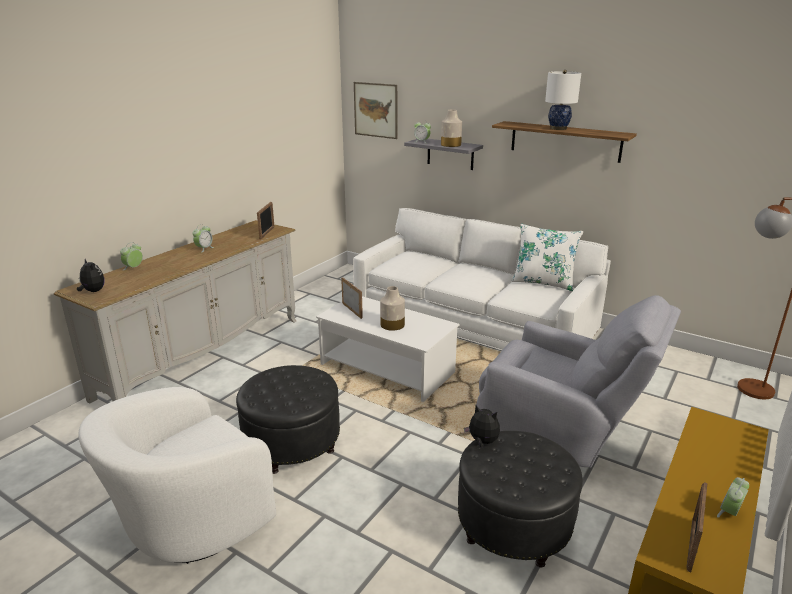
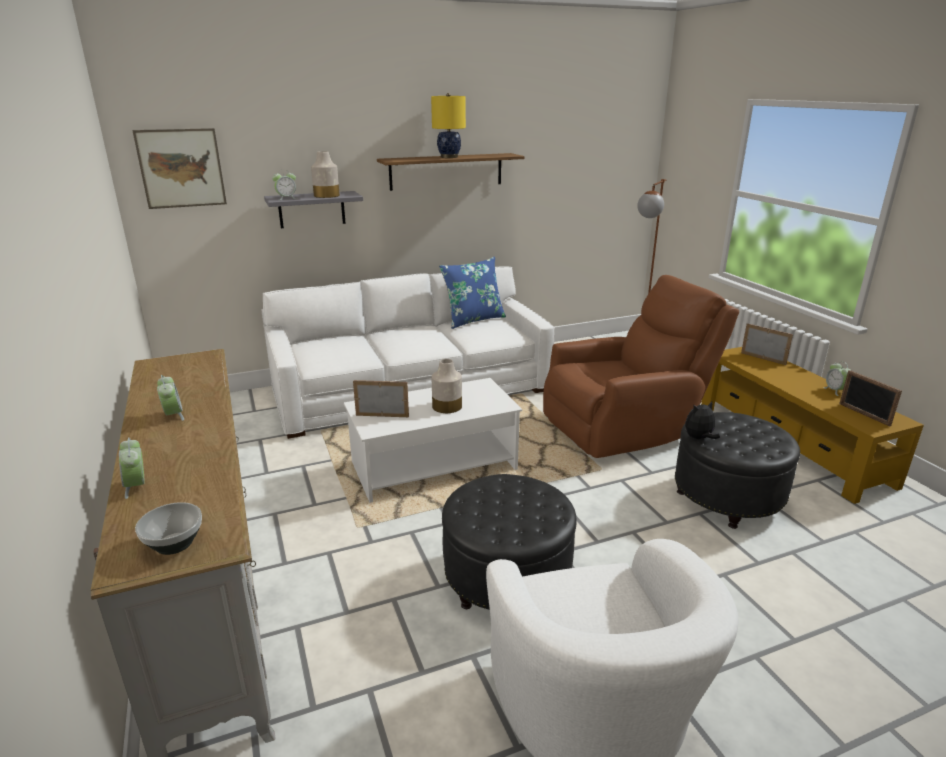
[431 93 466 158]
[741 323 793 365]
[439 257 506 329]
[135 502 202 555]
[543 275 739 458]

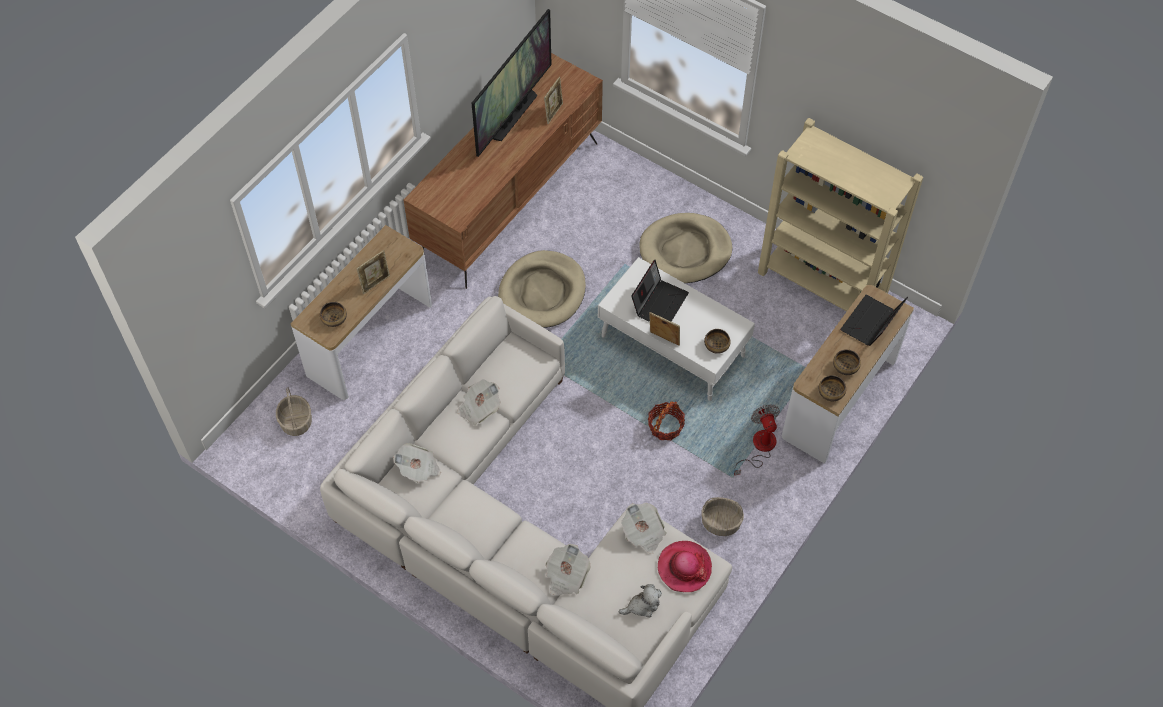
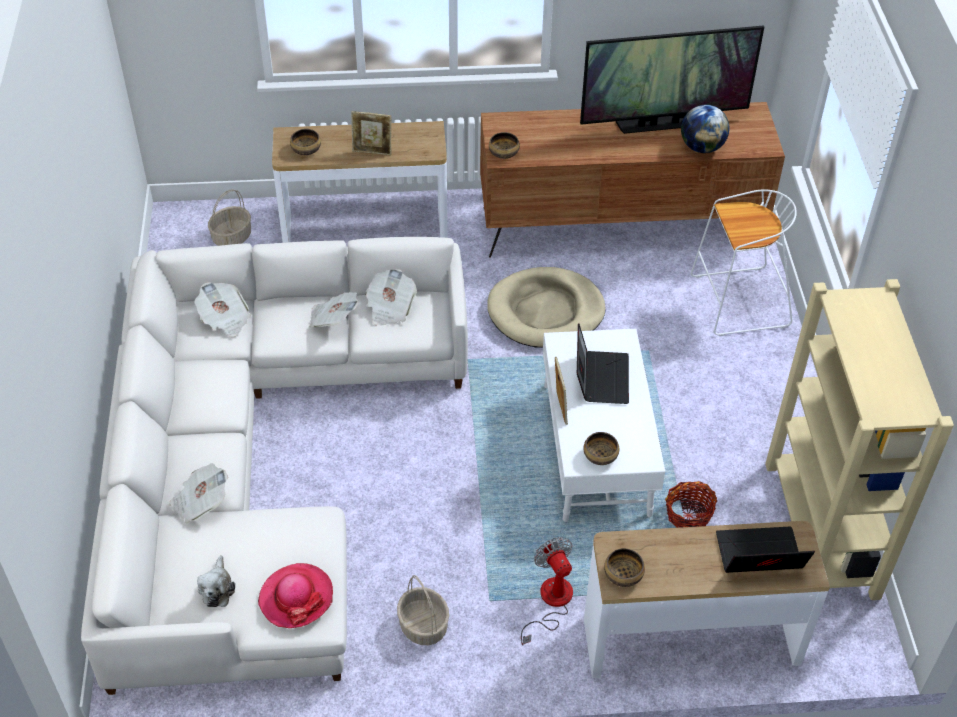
[681 105 729 153]
[639 213 732 283] (first image)
[577 324 629 404]
[489 132 520 159]
[665 481 717 528]
[521 537 573 646]
[365 269 417 326]
[197 555 235 607]
[691 189 797 336]

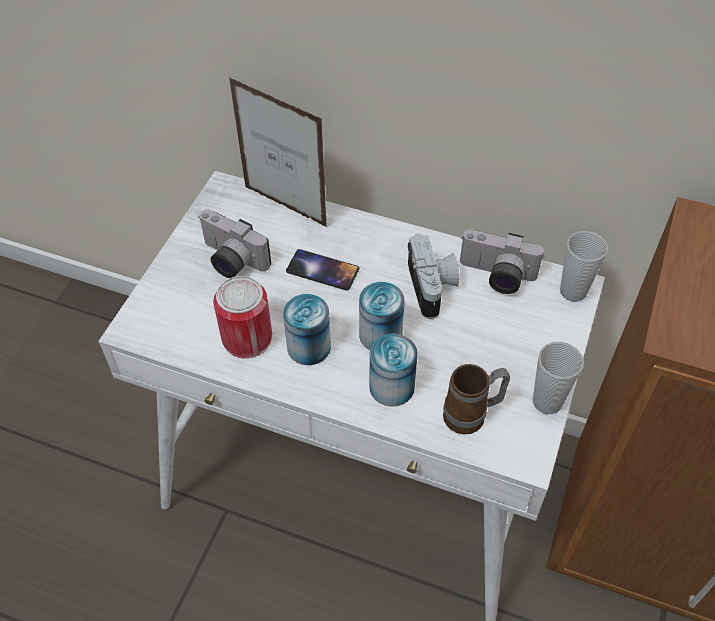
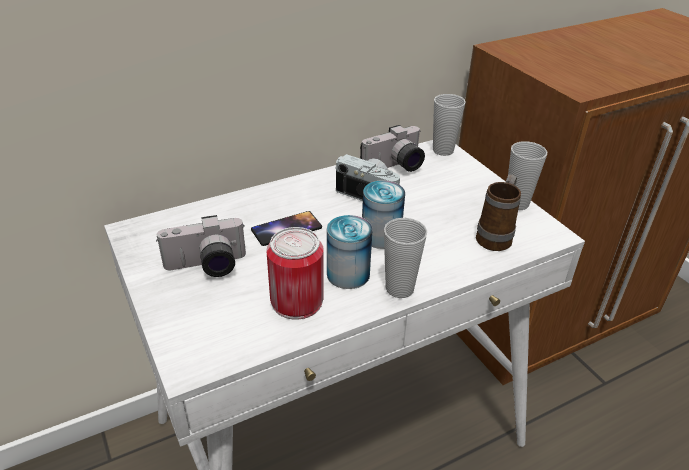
[229 77 327 227] (first image)
[369 334 418 407] (first image)
[384 218 428 298]

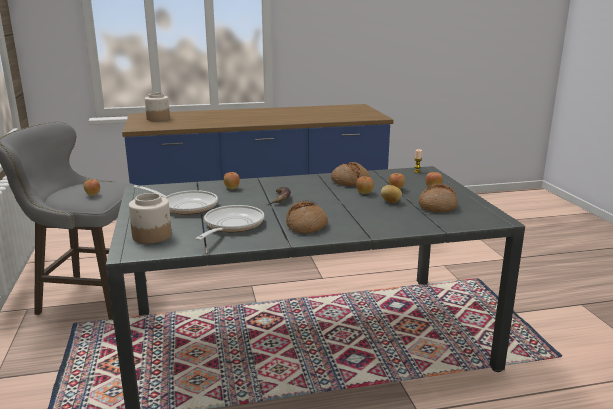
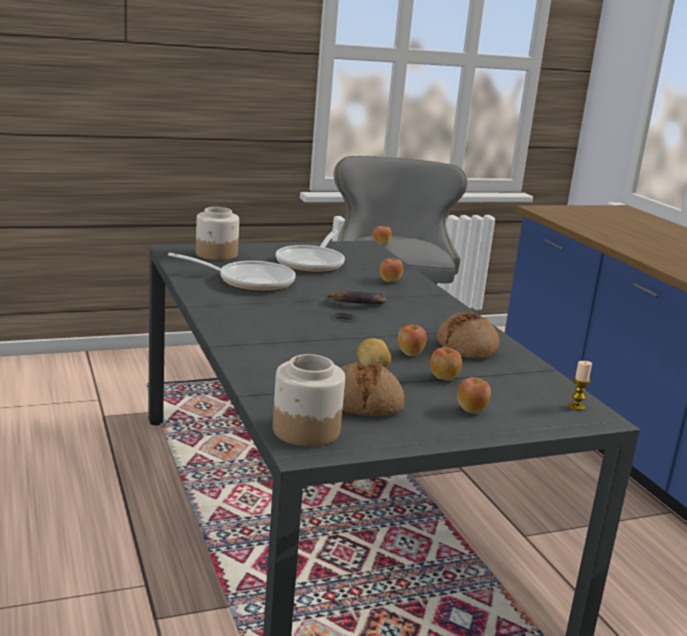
[273 354 345 447]
[286 201 328 234] (first image)

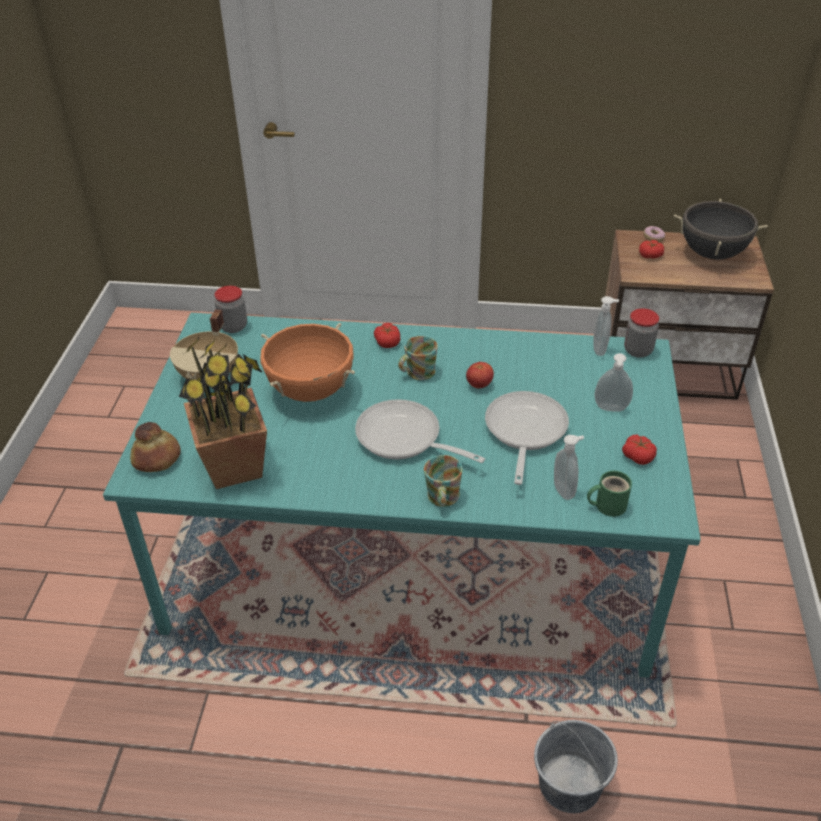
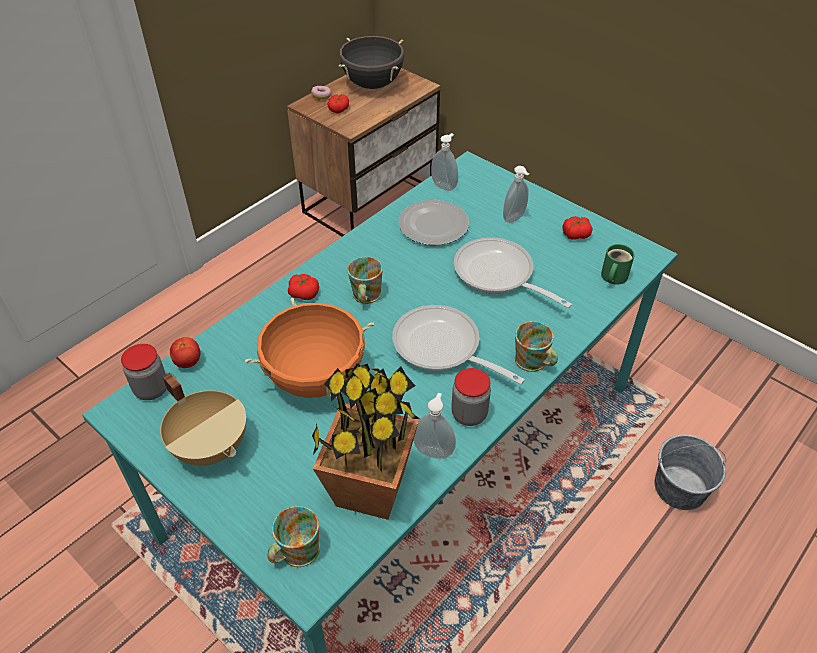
[451 368 491 426]
[170 337 201 368]
[392 305 525 385]
[267 506 320 567]
[413 393 456 459]
[398 200 469 245]

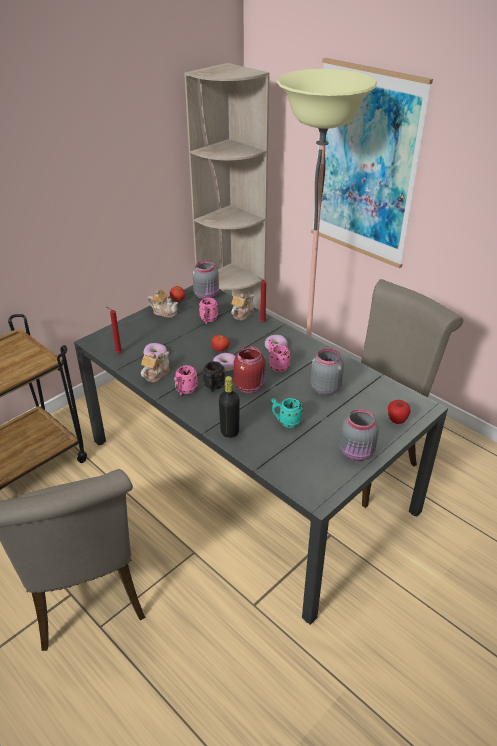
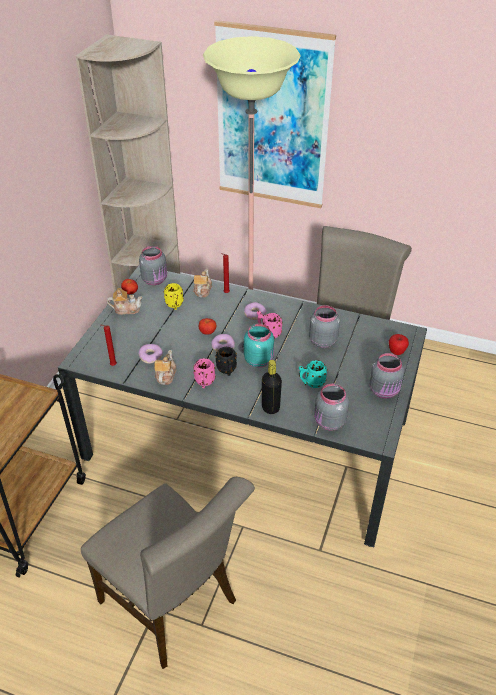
[164 283 184 310]
[244 324 274 368]
[314 383 349 431]

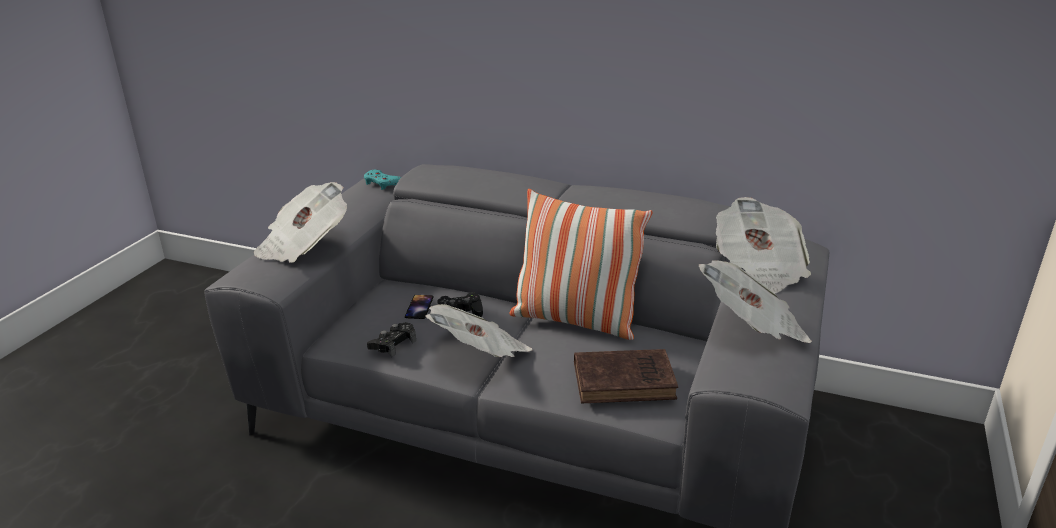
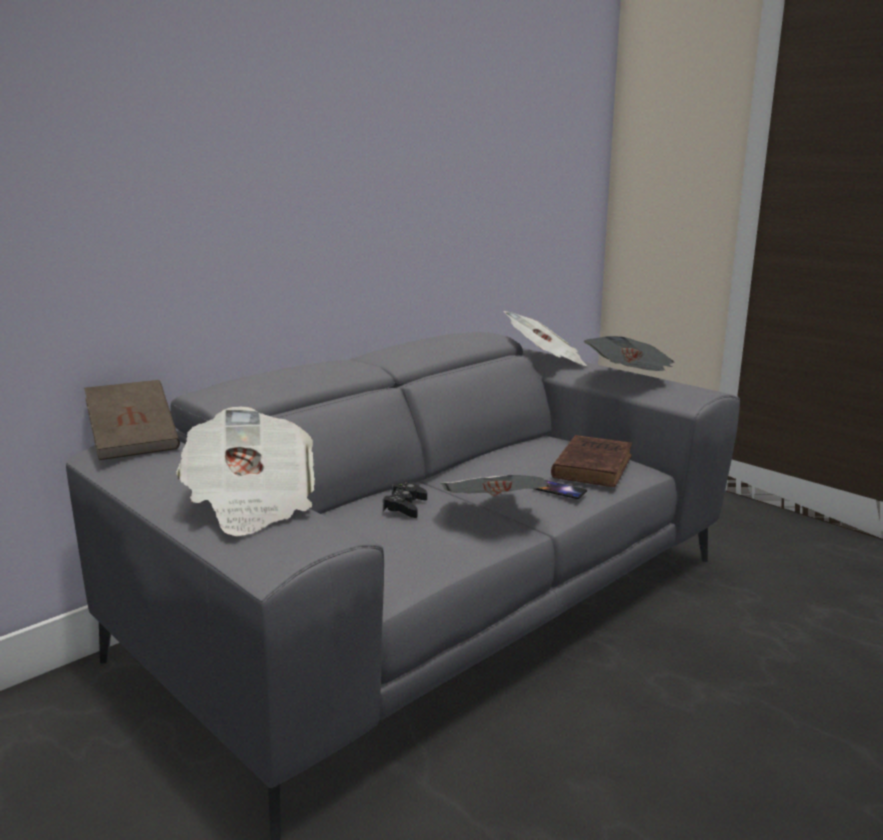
[84 380 180 460]
[509 189 653 340] (first image)
[535 480 587 499]
[367 322 416 357] (first image)

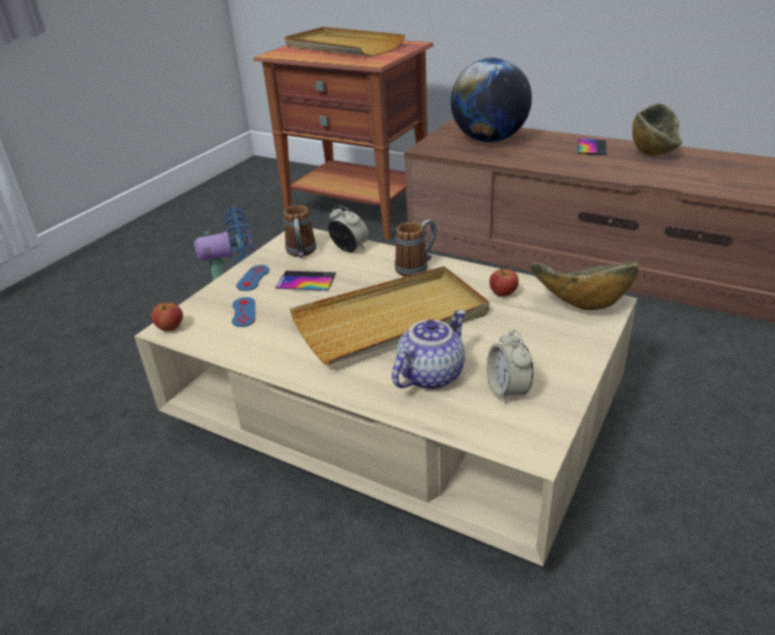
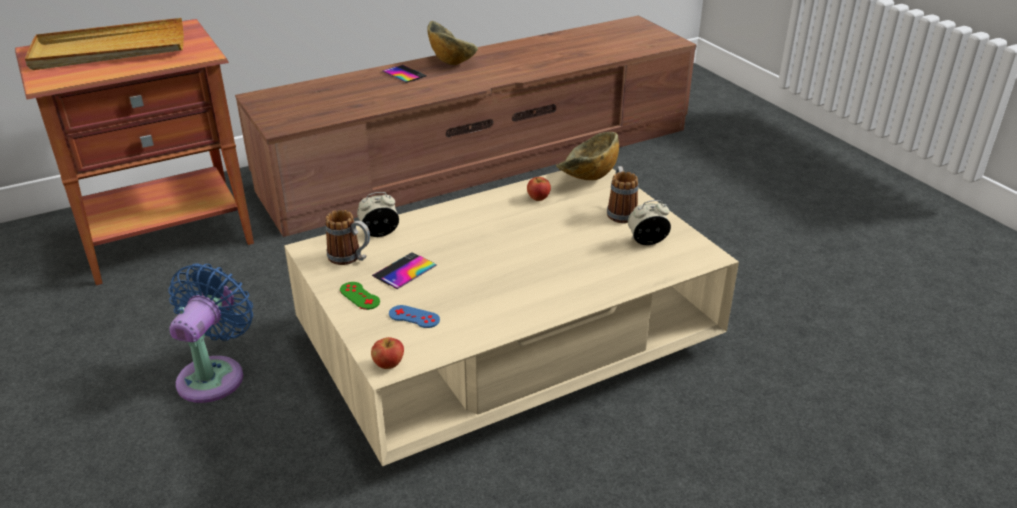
[451 58 532 142] (first image)
[607 166 638 223]
[340 282 380 310]
[290 266 489 365] (first image)
[392 310 466 390] (first image)
[628 200 671 245]

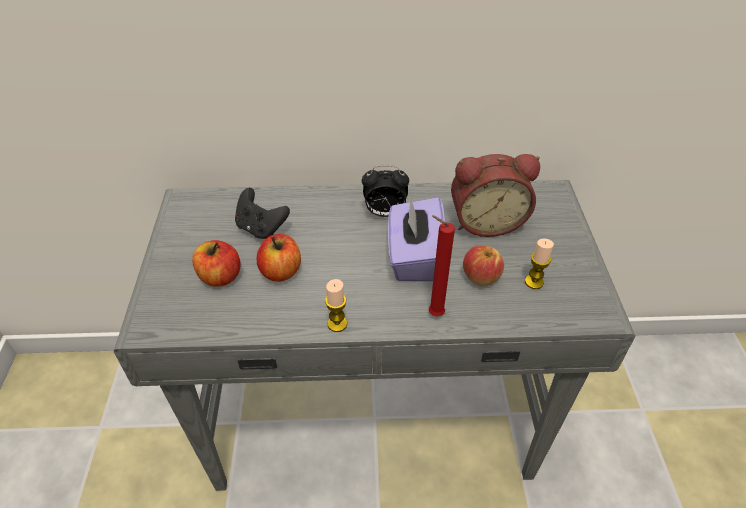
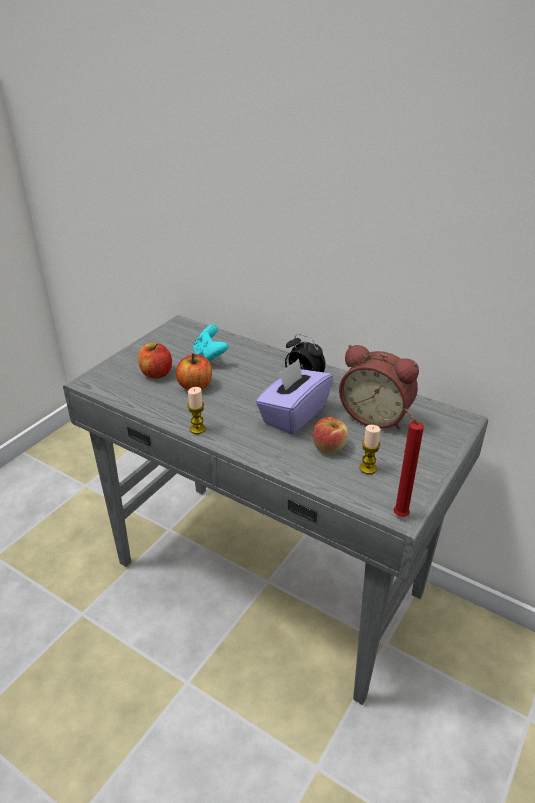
[193 325 228 363]
[394 408 424 517]

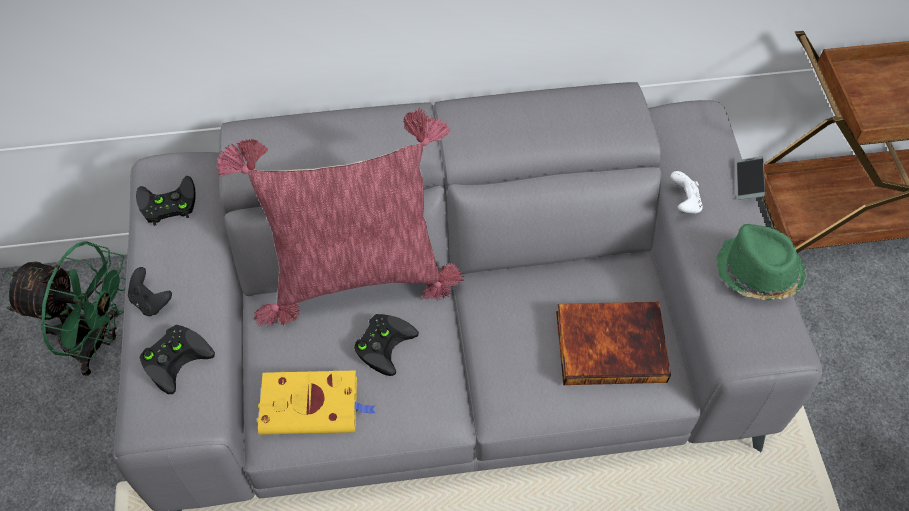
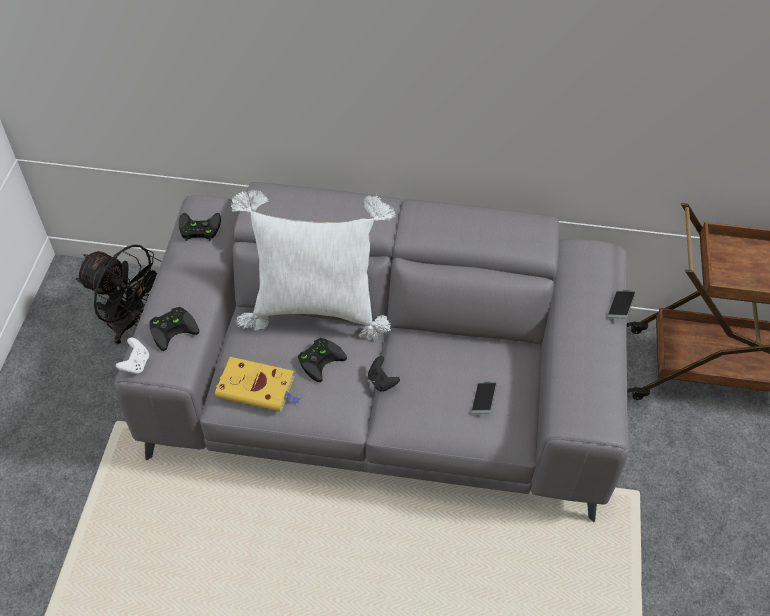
[231 190 396 340]
[116 338 149 374]
[716 224 806 301] (first image)
[76 245 162 345]
[368 356 400 392]
[471 381 497 414]

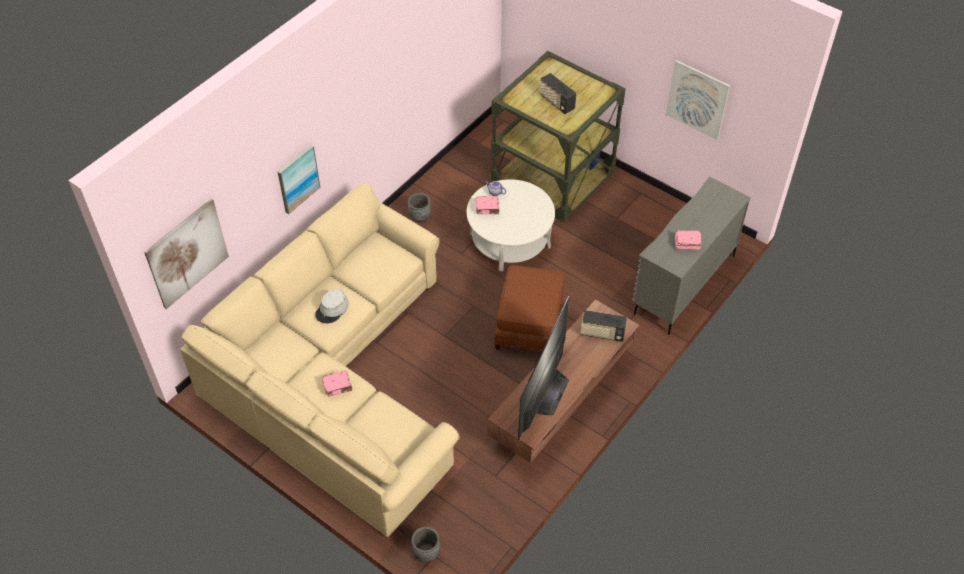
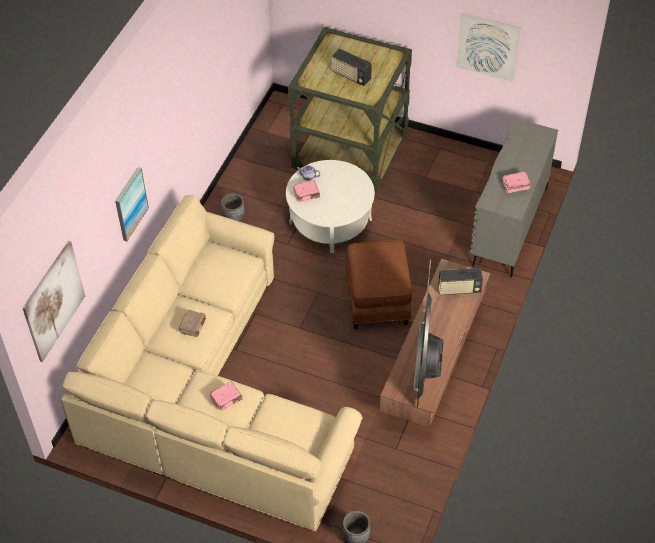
[179 310 206 337]

